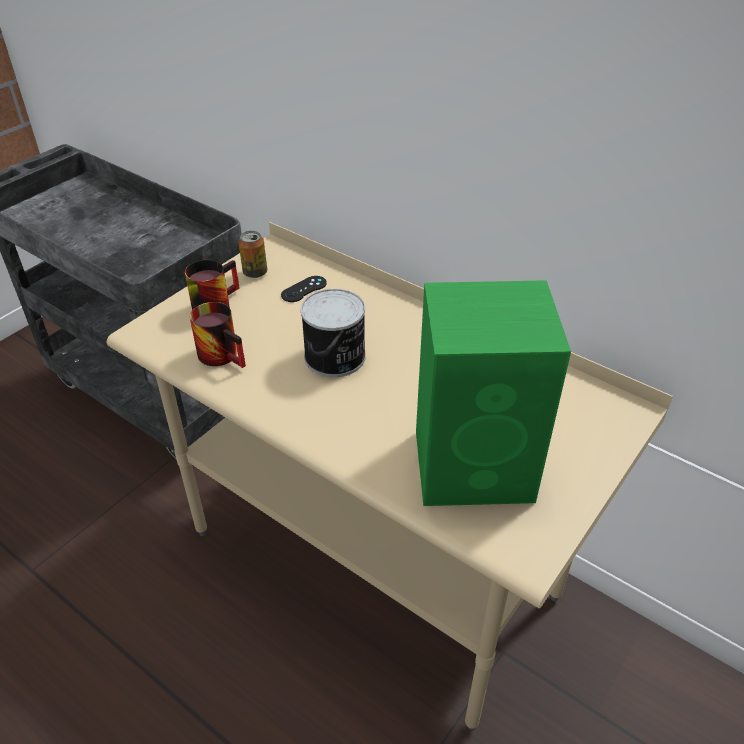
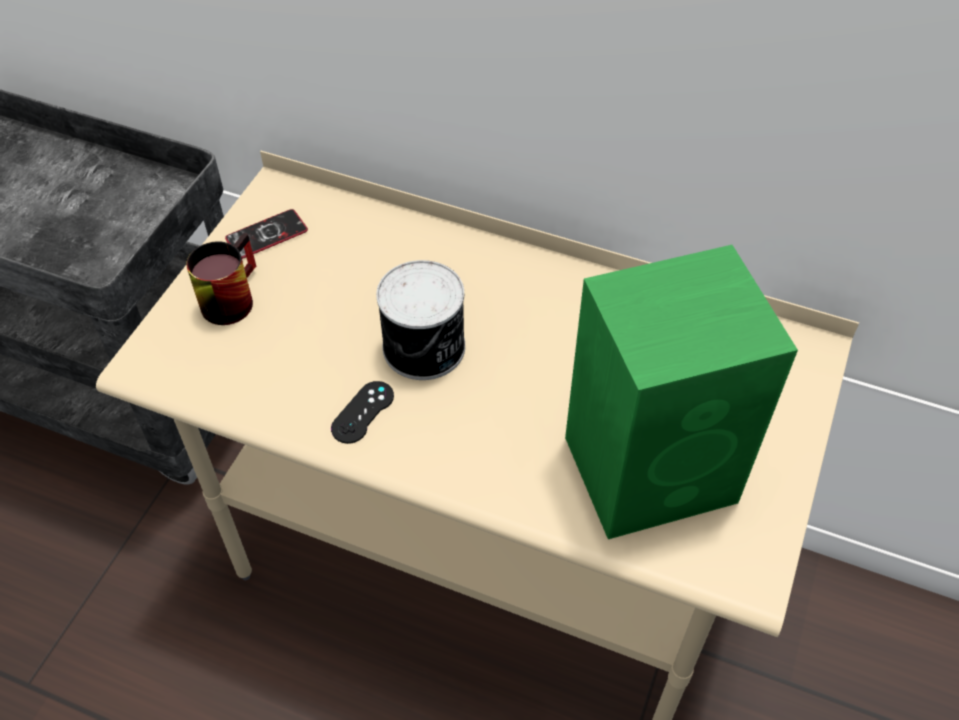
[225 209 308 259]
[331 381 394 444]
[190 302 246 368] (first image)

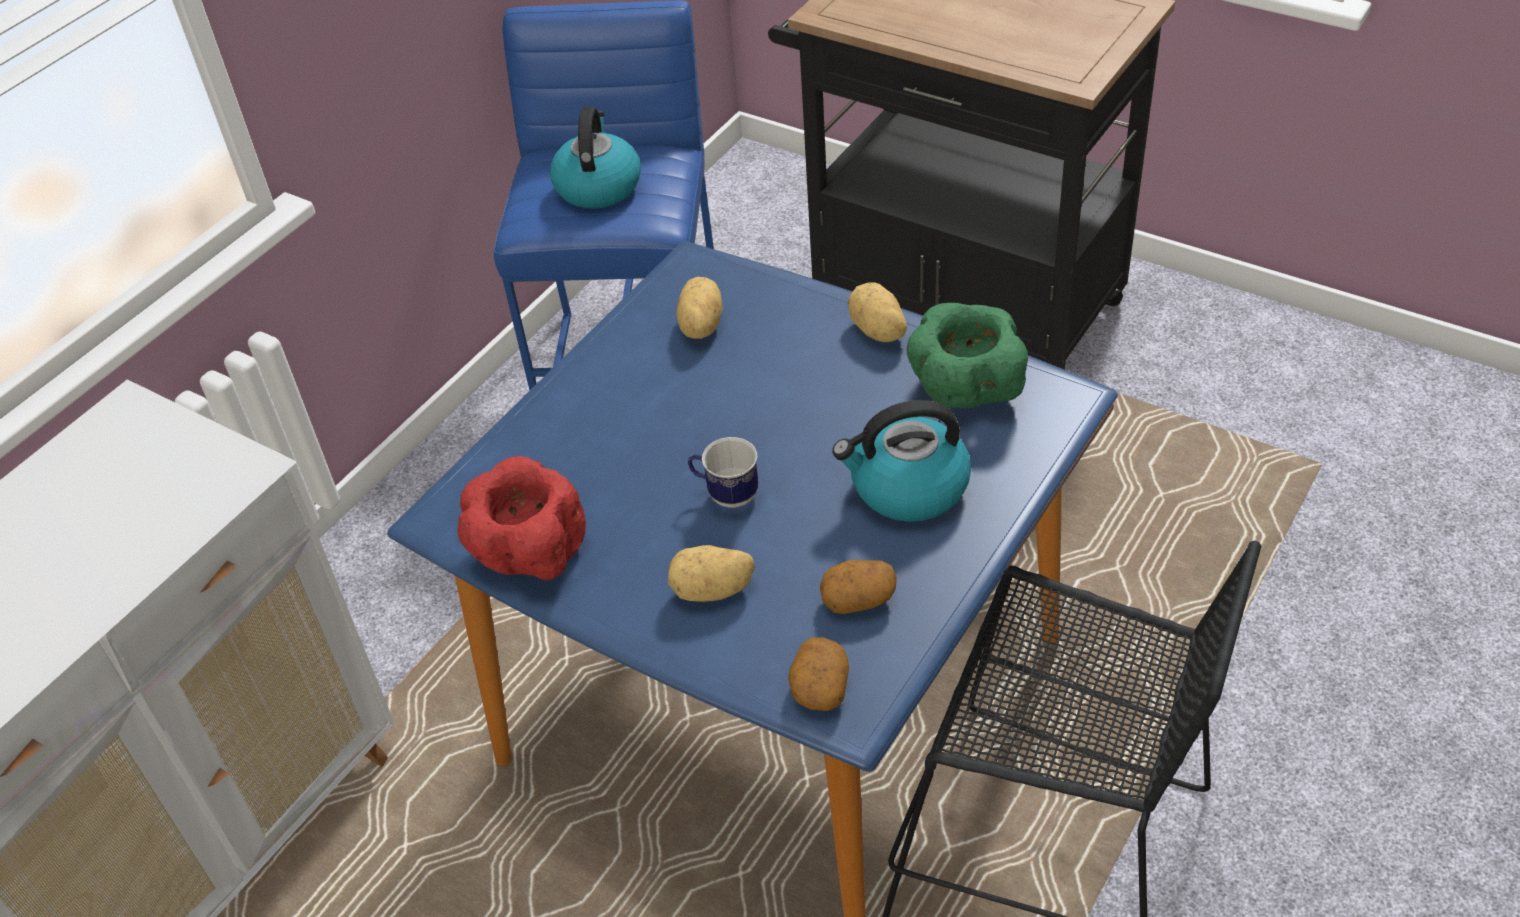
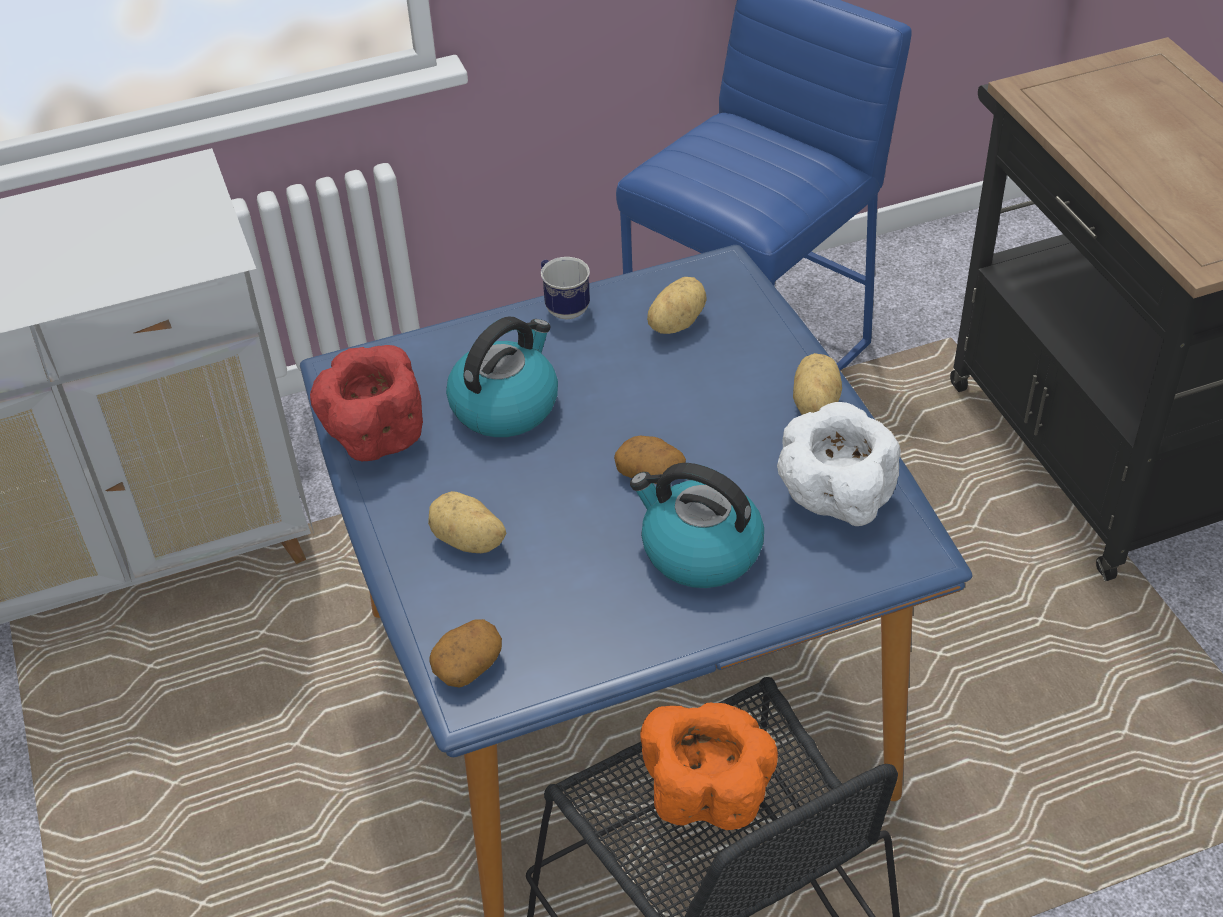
[446 316 558 437]
[777 402 901 526]
[541 257 590 320]
[614 436 686 484]
[640 703 778 830]

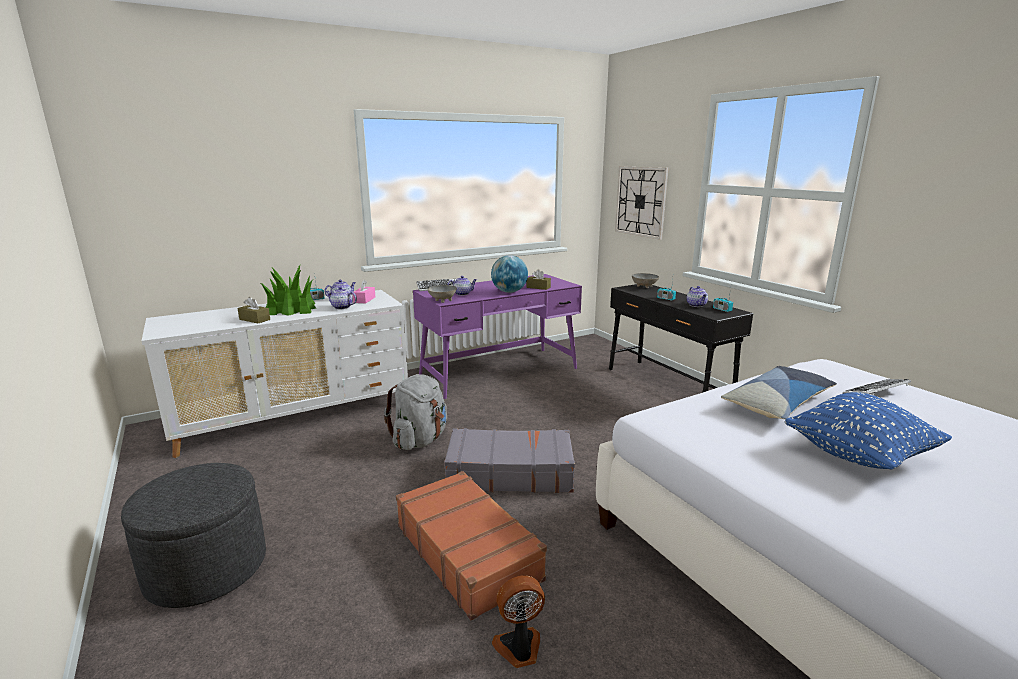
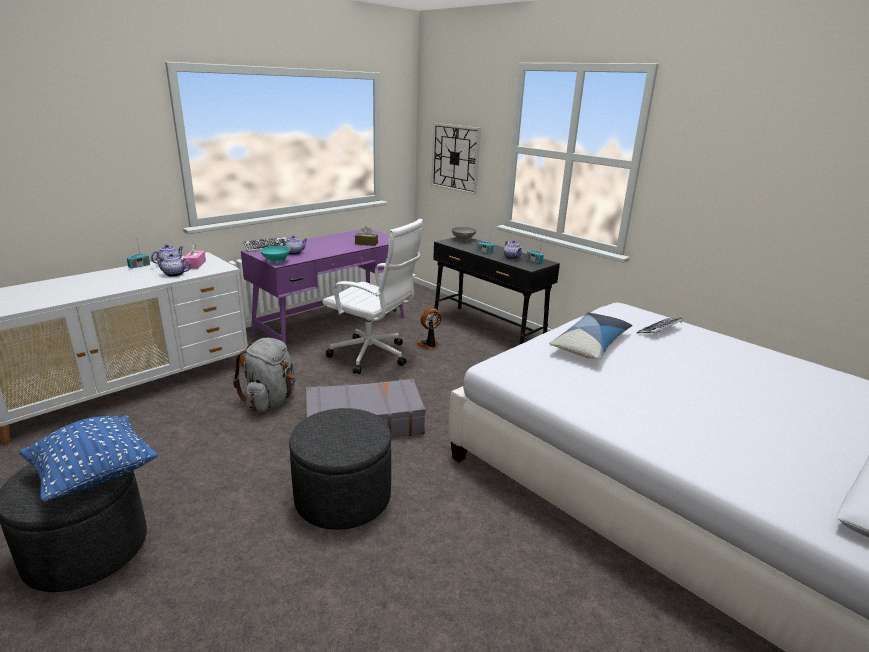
[491 255 528 293] (first image)
[261 265 316 316] (first image)
[261 246 290 264]
[238 297 270 324] (first image)
[20 415 158 502]
[289 408 391 530]
[416 308 441 349]
[323 219 423 374]

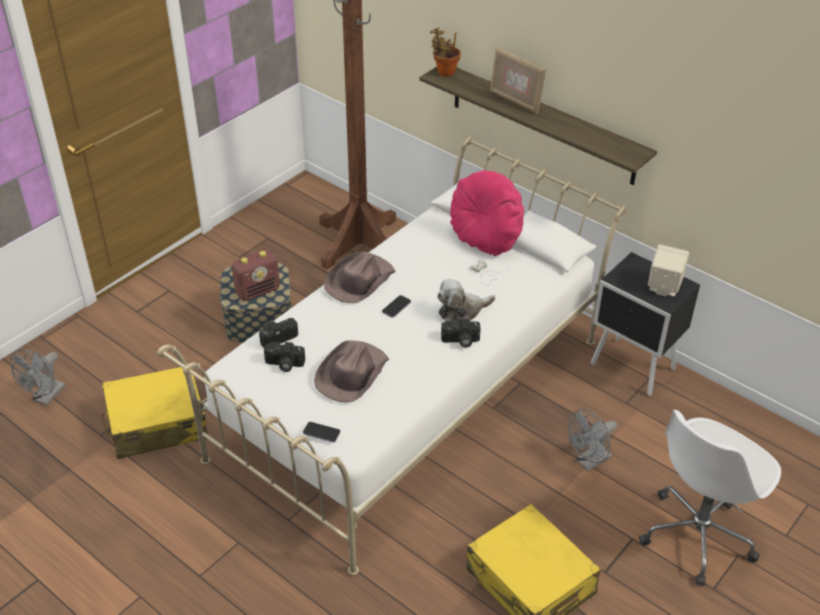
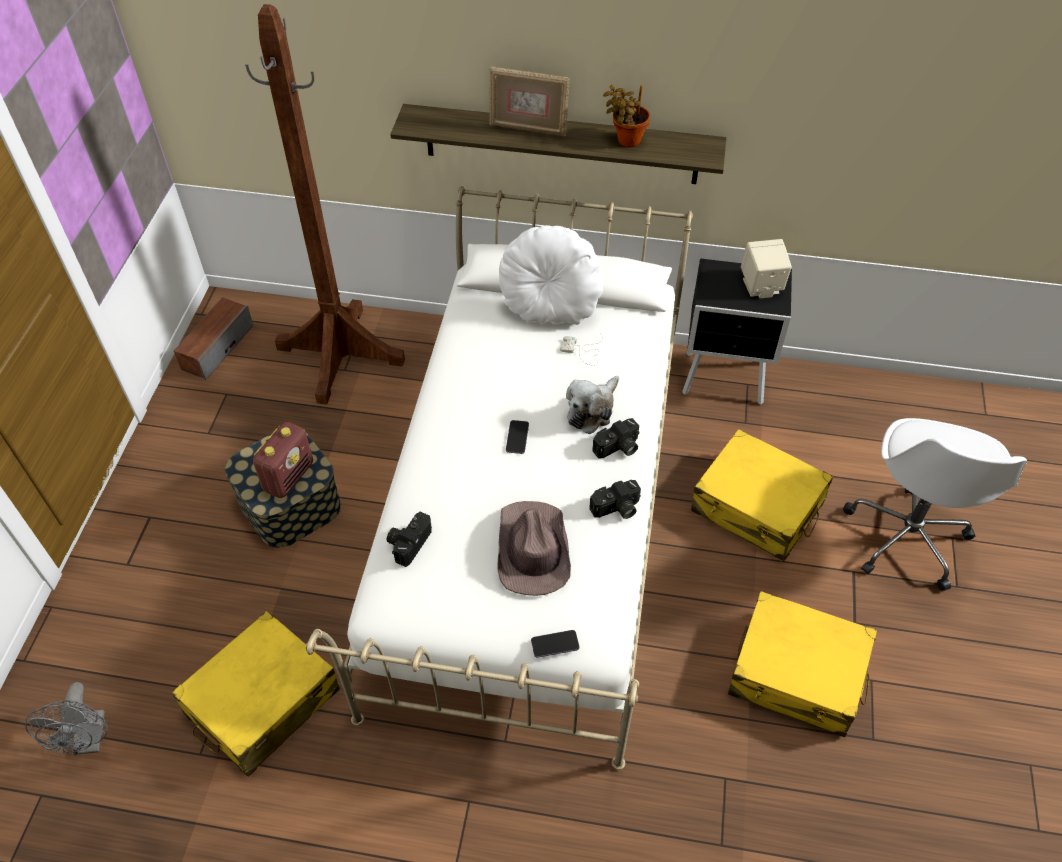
[603 85 650 147]
[499 225 603 325]
[324 252 395 303] (first image)
[590 480 641 519]
[691 429 833 561]
[174 297 253 380]

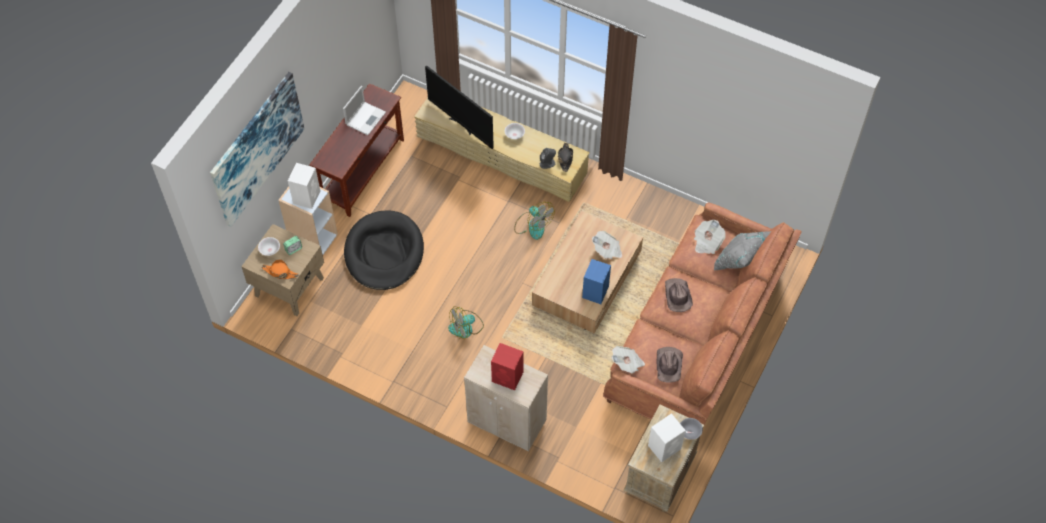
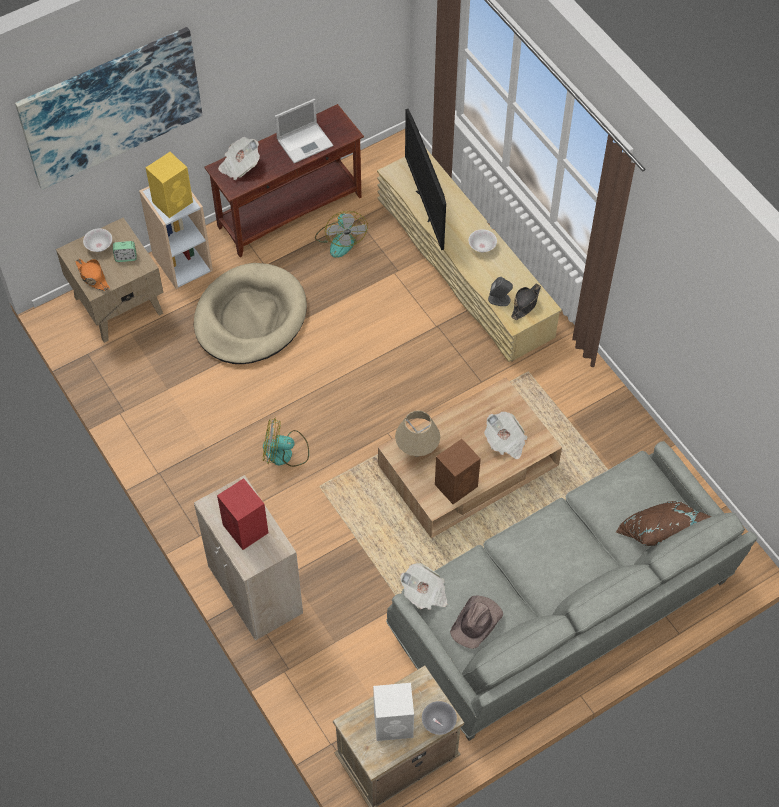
[146 152 193 218]
[315 211 368 258]
[386 441 758 741]
[194 263 307 364]
[218 137 260 180]
[616 501 711 546]
[435 439 481 504]
[665 278 693 312] (first image)
[395 410 440 457]

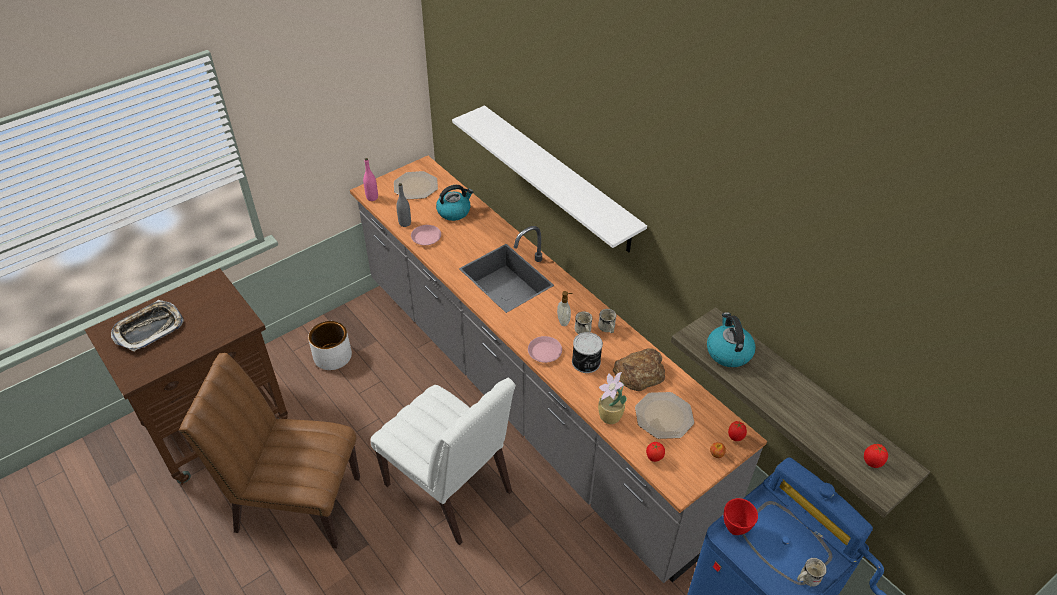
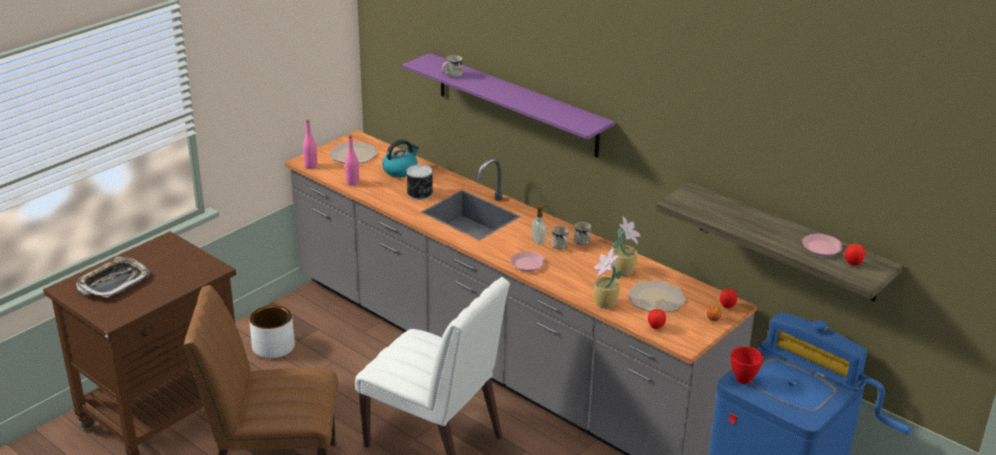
[402 53 615 158]
[345 136 359 186]
[802 234 843 256]
[707 312 756 367] (first image)
[406 164 433 200]
[612 217 641 276]
[442 55 463 78]

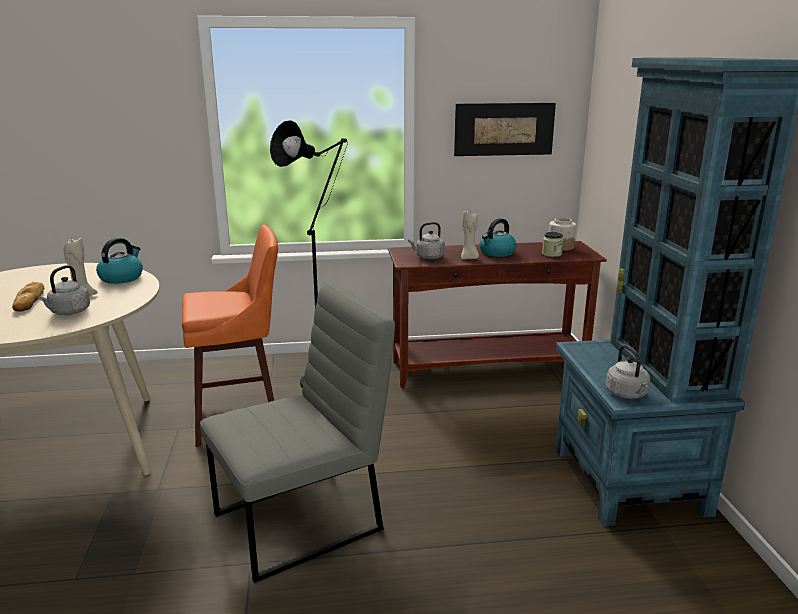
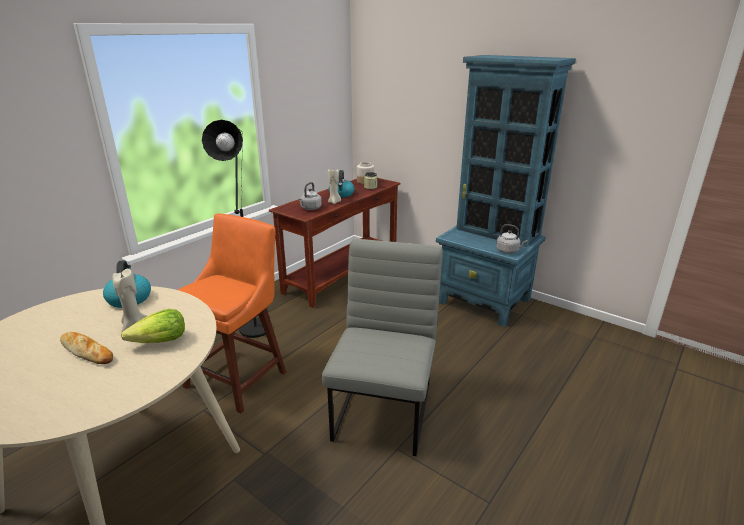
[454 103 556 156] (first image)
[121 309 185 343]

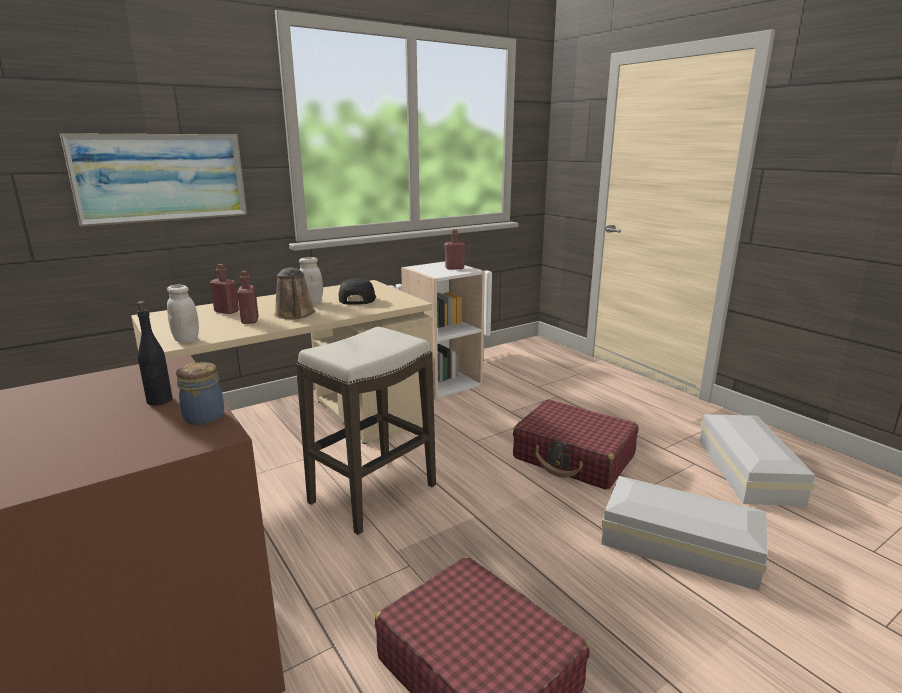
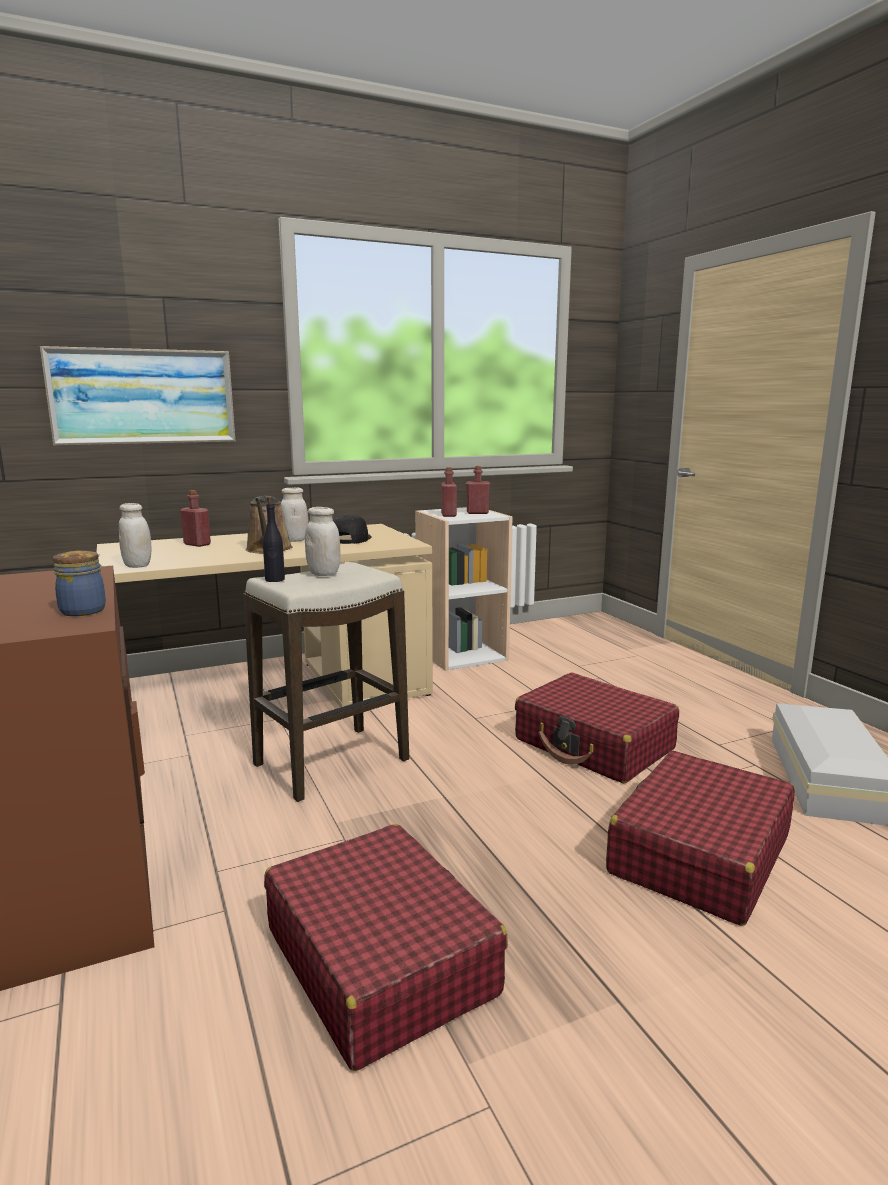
[441 467 457 517]
[263 496 285 582]
[606 751 795 926]
[305 507 340 576]

